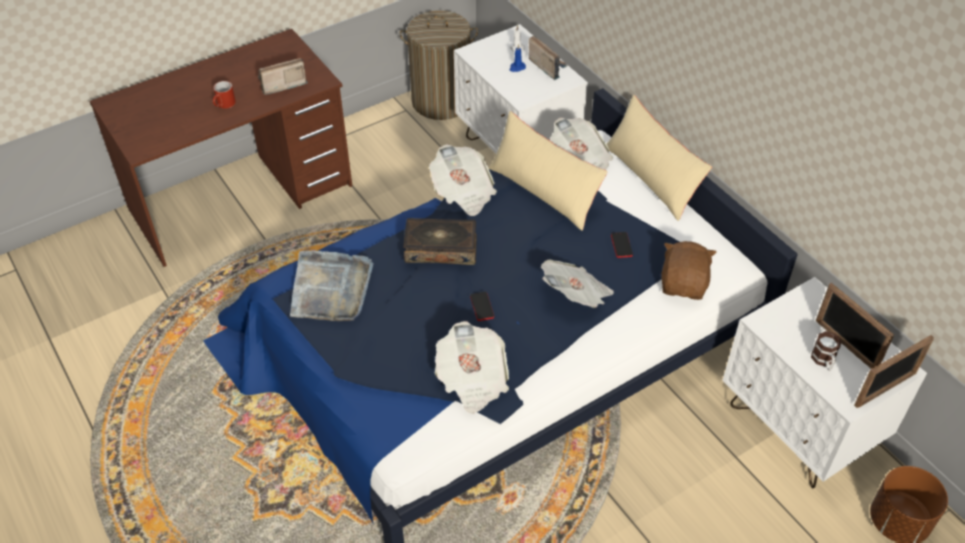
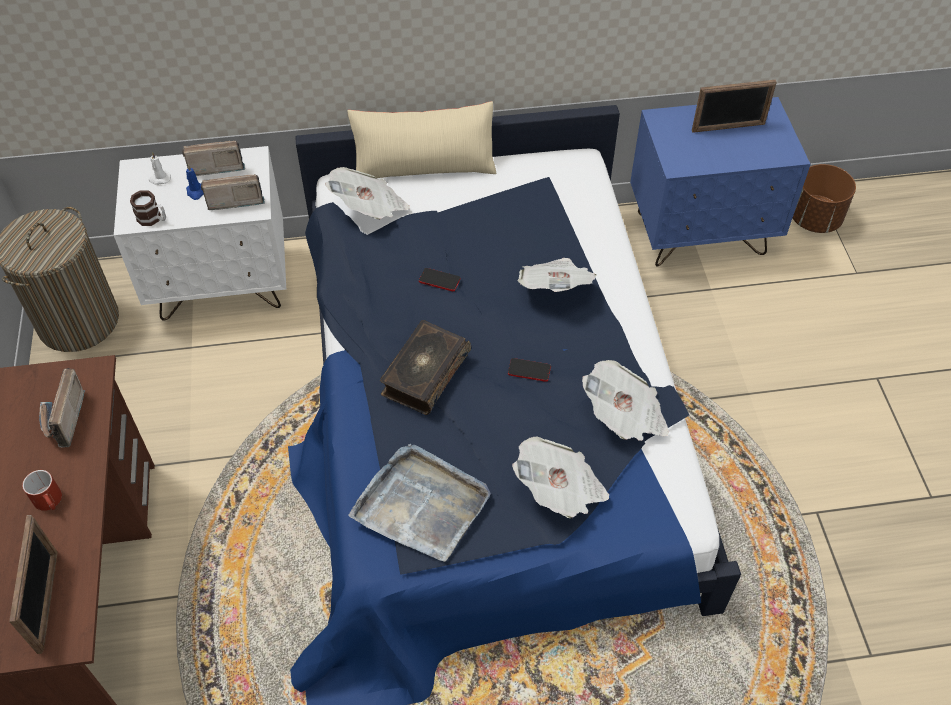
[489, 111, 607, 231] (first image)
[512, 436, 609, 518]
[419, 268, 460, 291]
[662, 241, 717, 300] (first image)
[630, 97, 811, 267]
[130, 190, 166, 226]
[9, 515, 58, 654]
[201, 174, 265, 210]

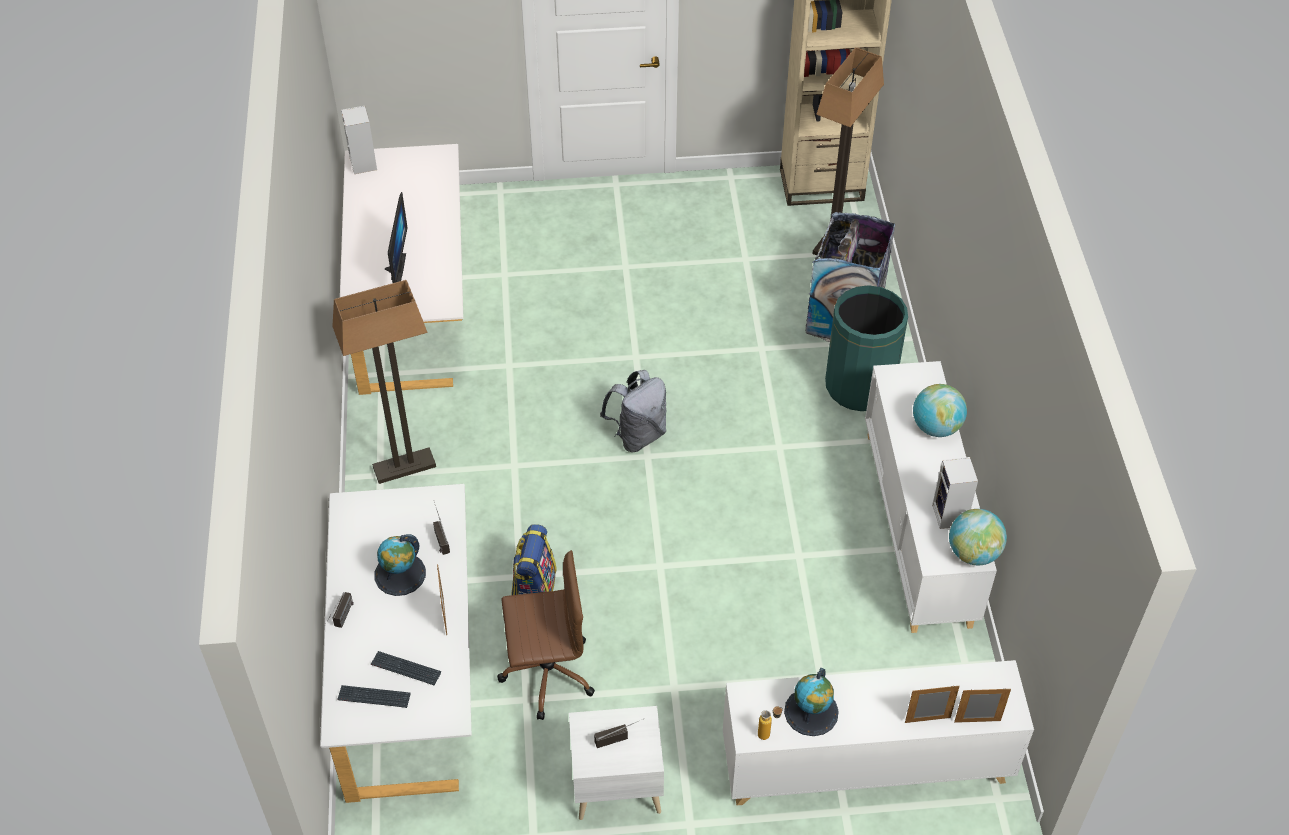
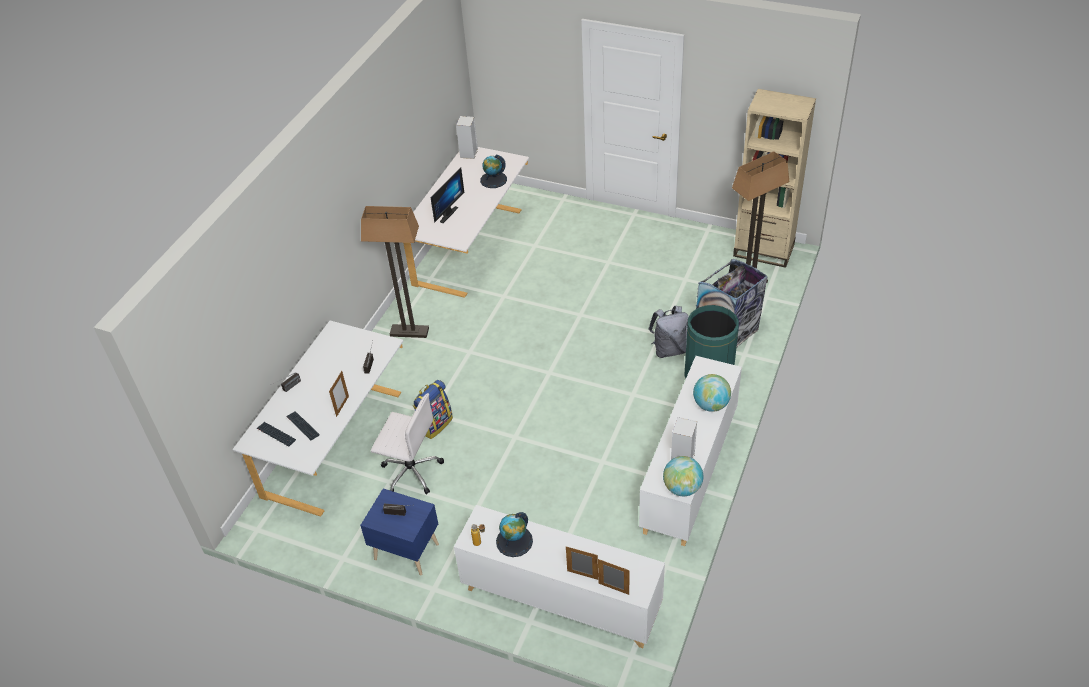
[648, 306, 689, 358]
[480, 154, 507, 188]
[371, 393, 444, 495]
[360, 489, 439, 576]

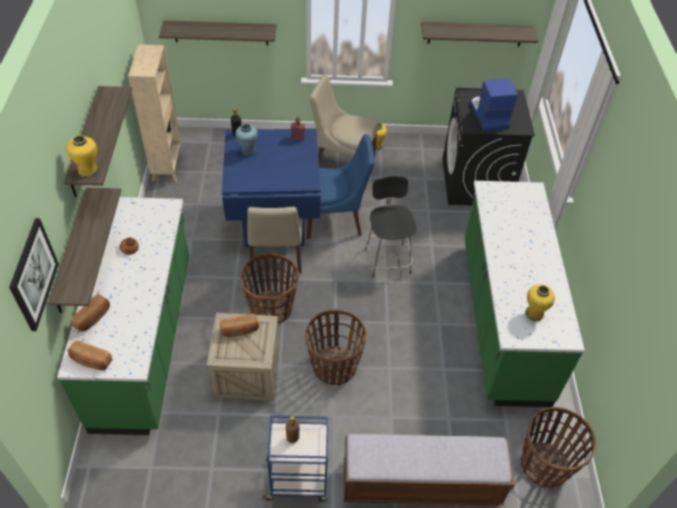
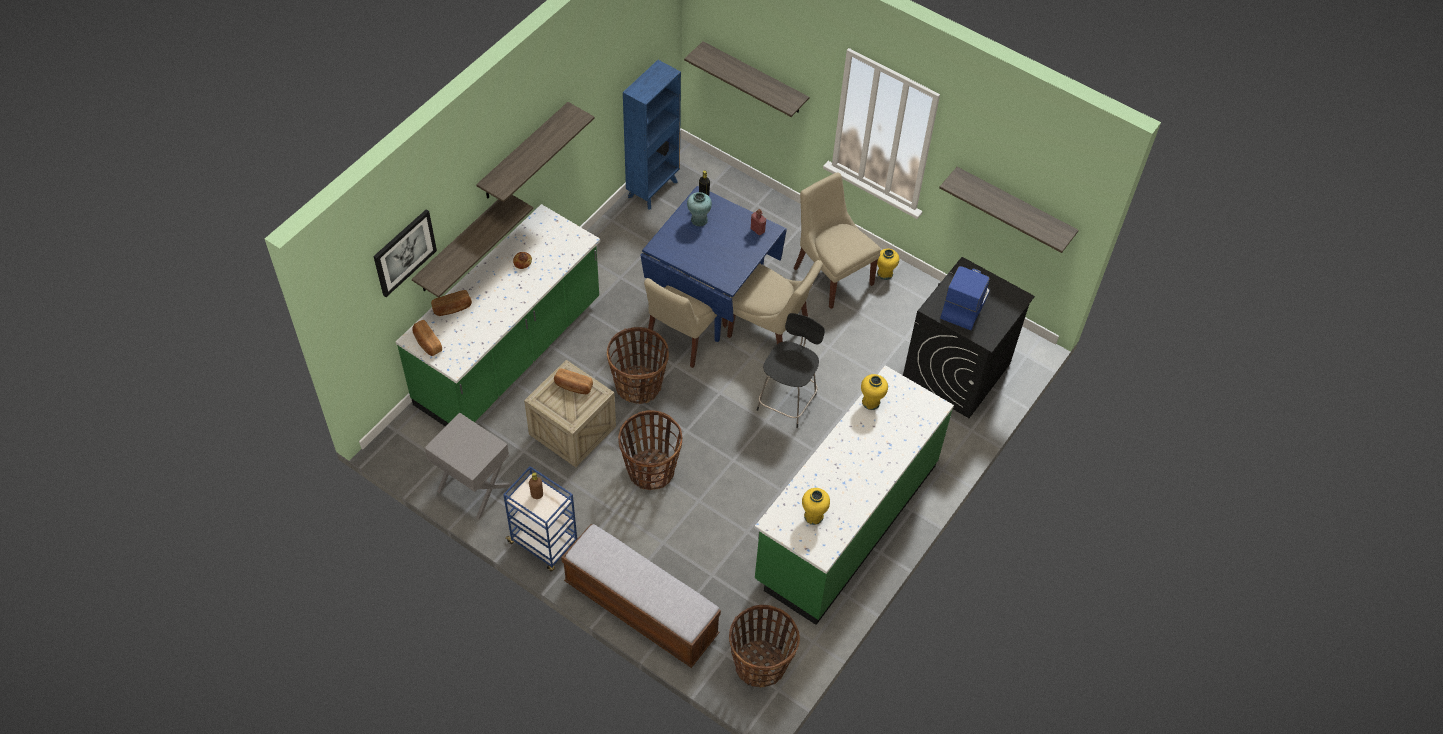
[623, 60, 681, 210]
[727, 260, 823, 344]
[861, 374, 888, 410]
[424, 413, 511, 519]

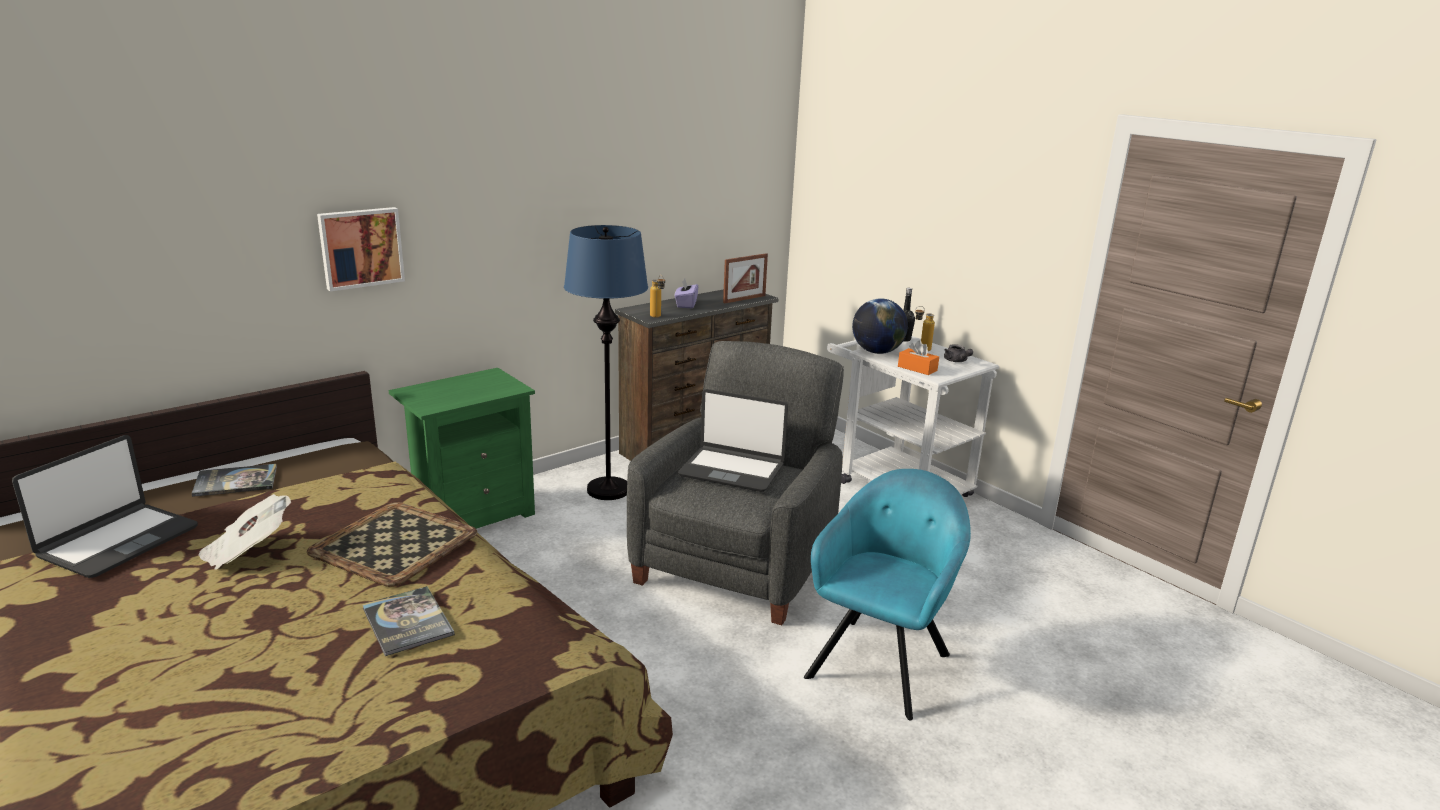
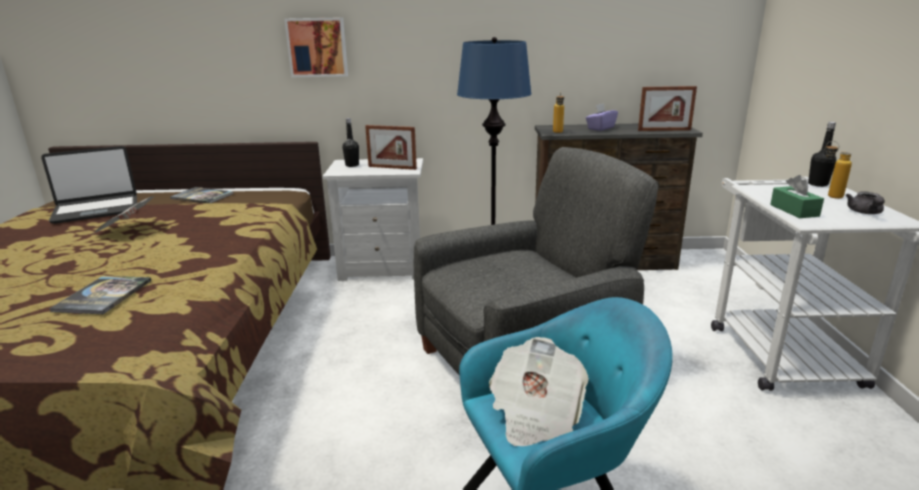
[852, 298, 908, 354] (first image)
[770, 175, 824, 218]
[322, 158, 423, 281]
[678, 389, 788, 492] (first image)
[307, 502, 477, 587] (first image)
[342, 118, 359, 167]
[365, 125, 417, 170]
[489, 337, 589, 446]

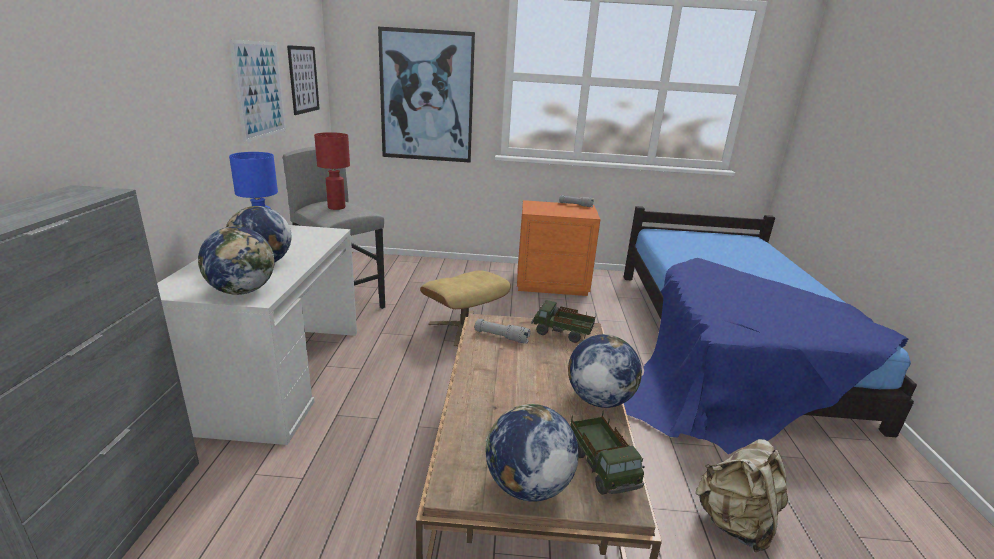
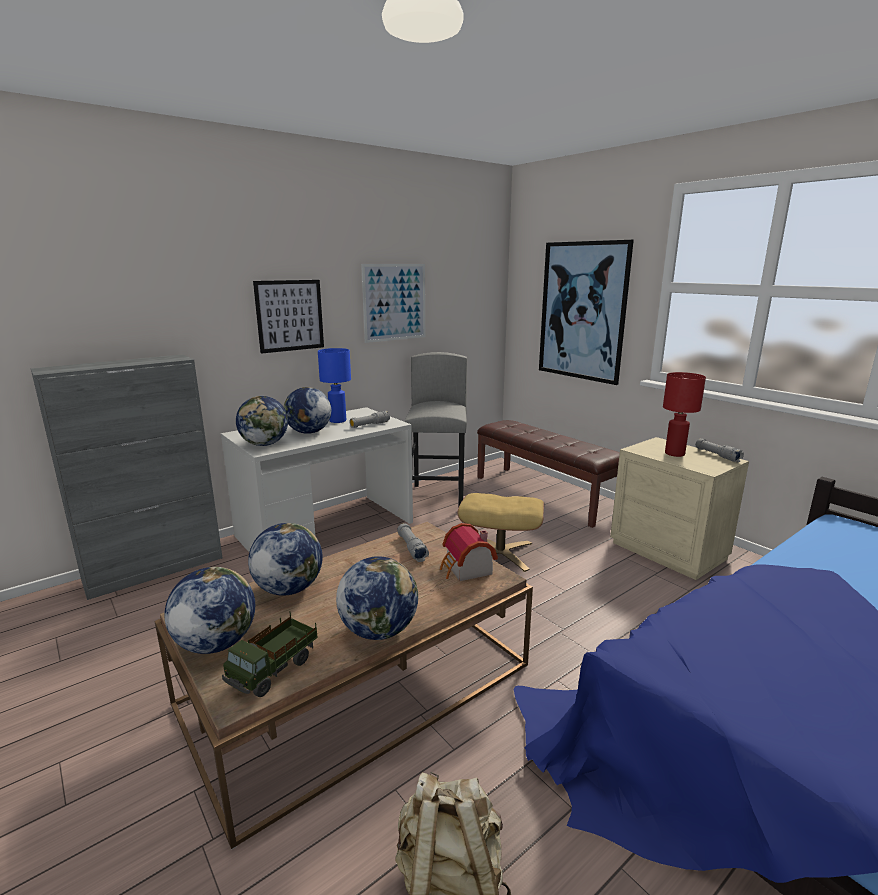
[253, 280, 324, 354]
[663, 372, 706, 457]
[610, 437, 749, 580]
[440, 523, 498, 581]
[350, 411, 390, 428]
[477, 420, 620, 528]
[248, 523, 323, 596]

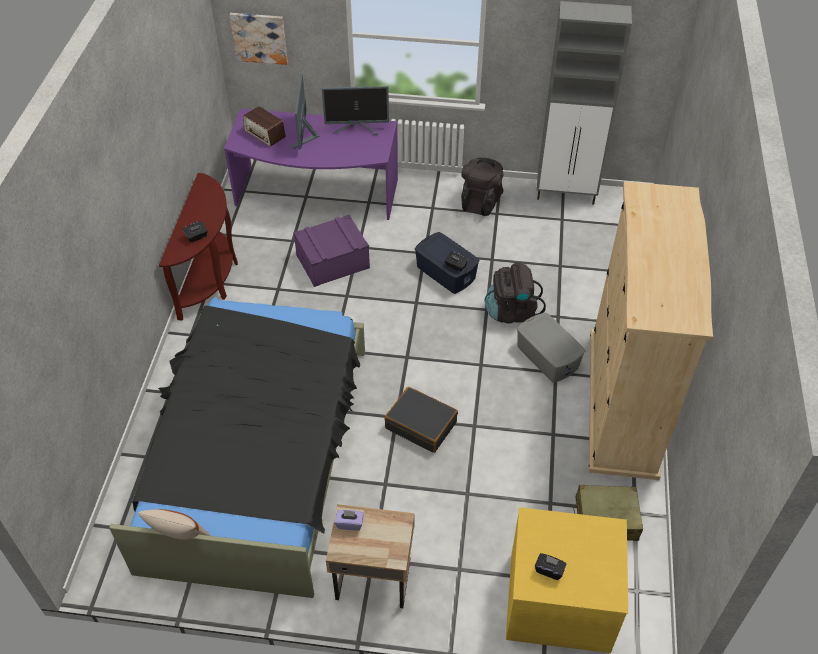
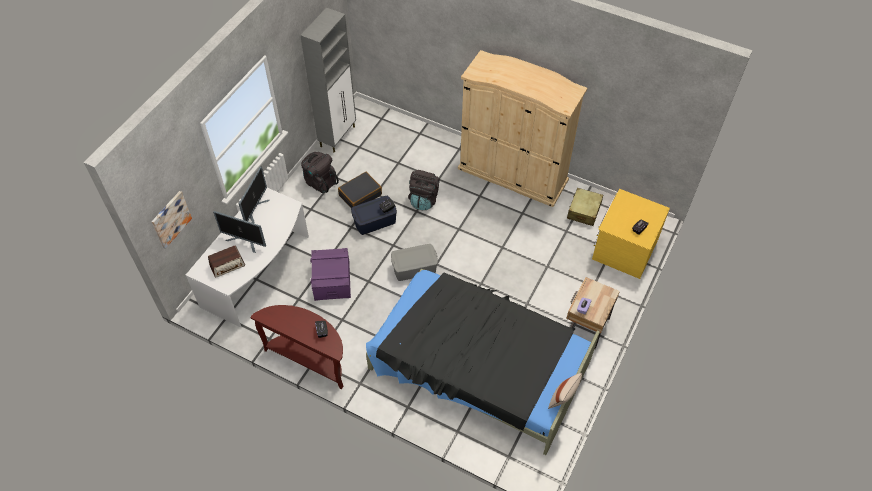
[186, 188, 309, 327]
[391, 244, 438, 281]
[338, 172, 382, 208]

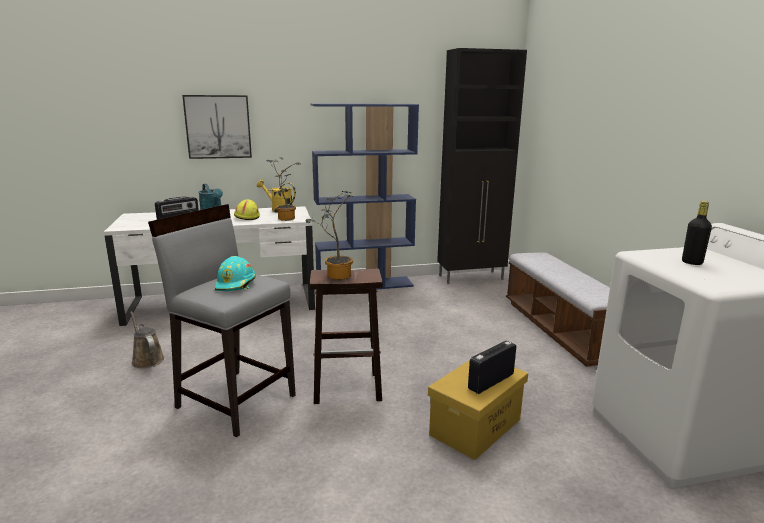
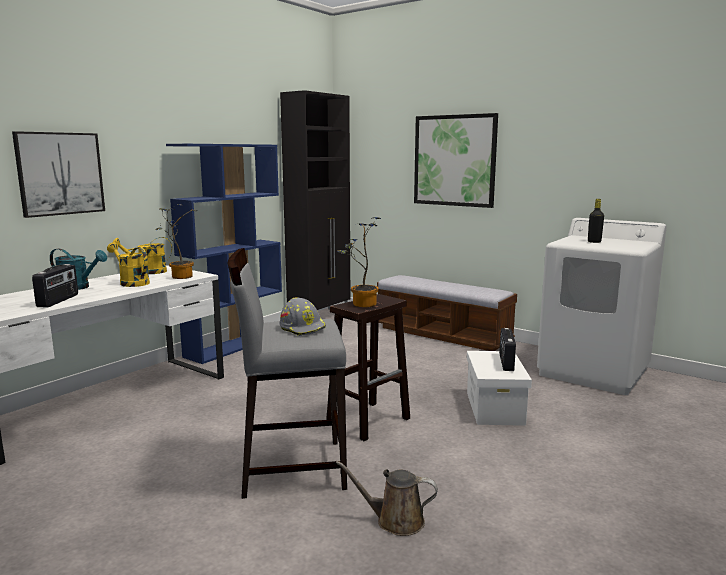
[107, 242, 150, 287]
[280, 298, 326, 336]
[336, 461, 438, 536]
[467, 351, 532, 426]
[414, 113, 498, 208]

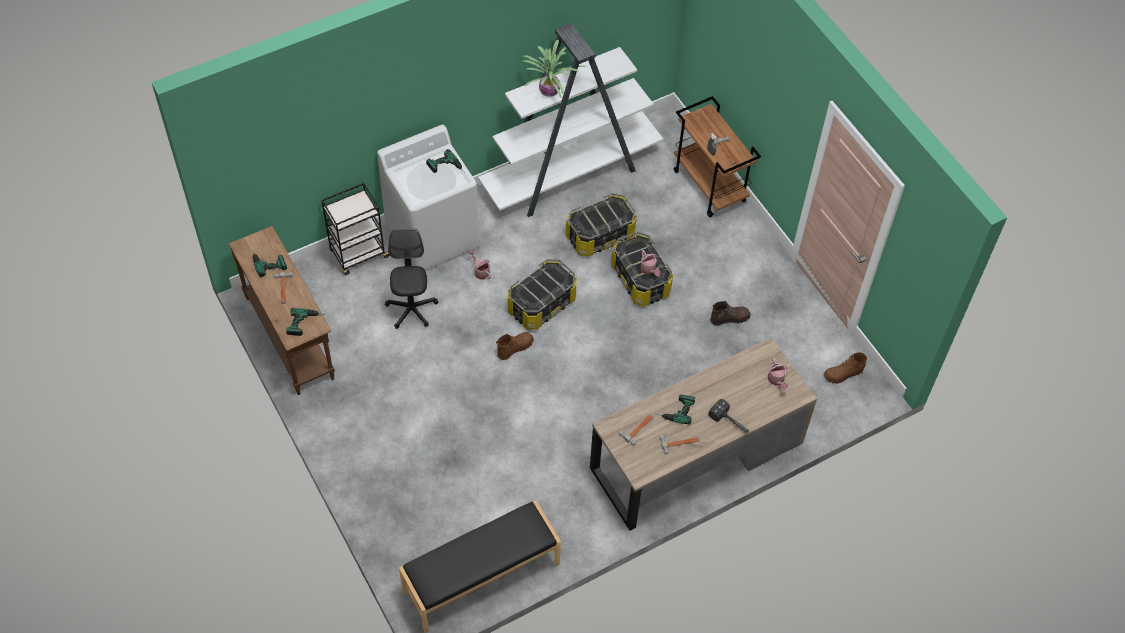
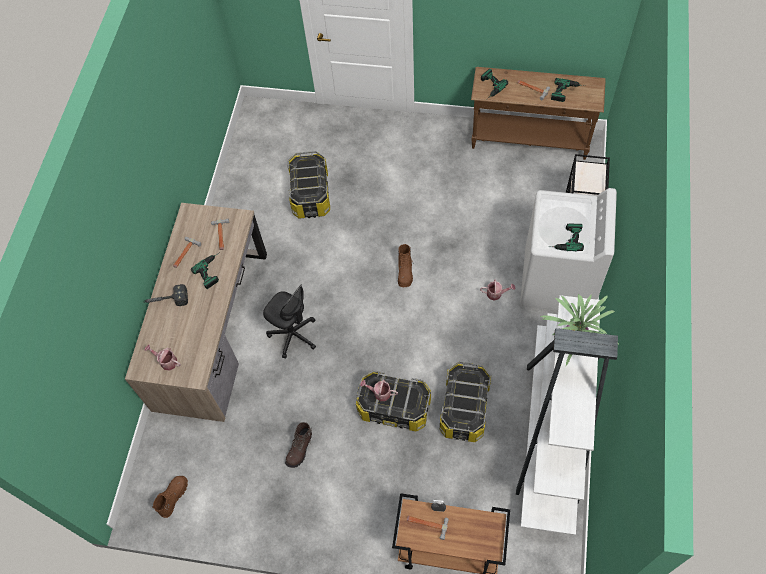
[263, 284, 316, 359]
[288, 151, 330, 219]
[399, 500, 561, 633] (first image)

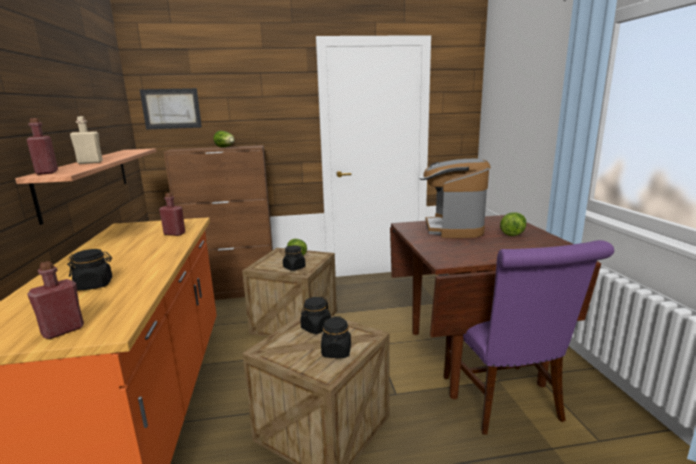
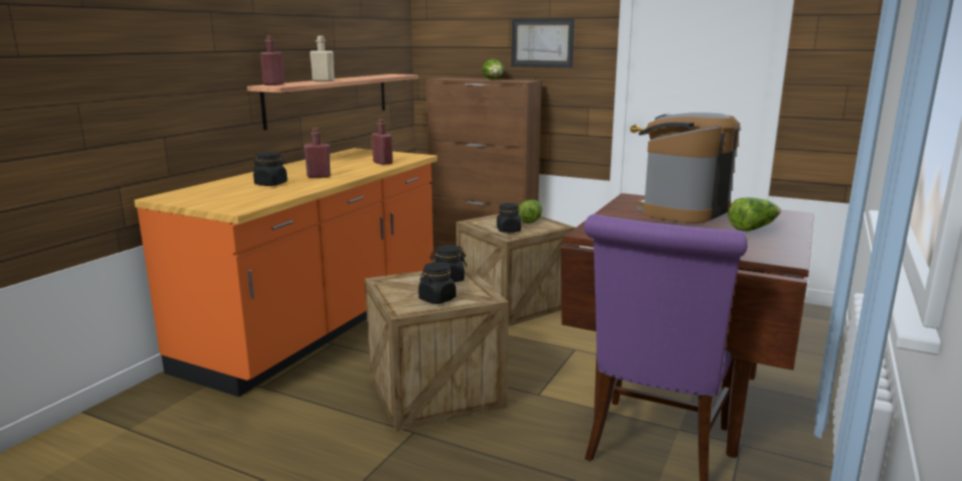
[511, 18, 575, 68]
[303, 128, 331, 178]

